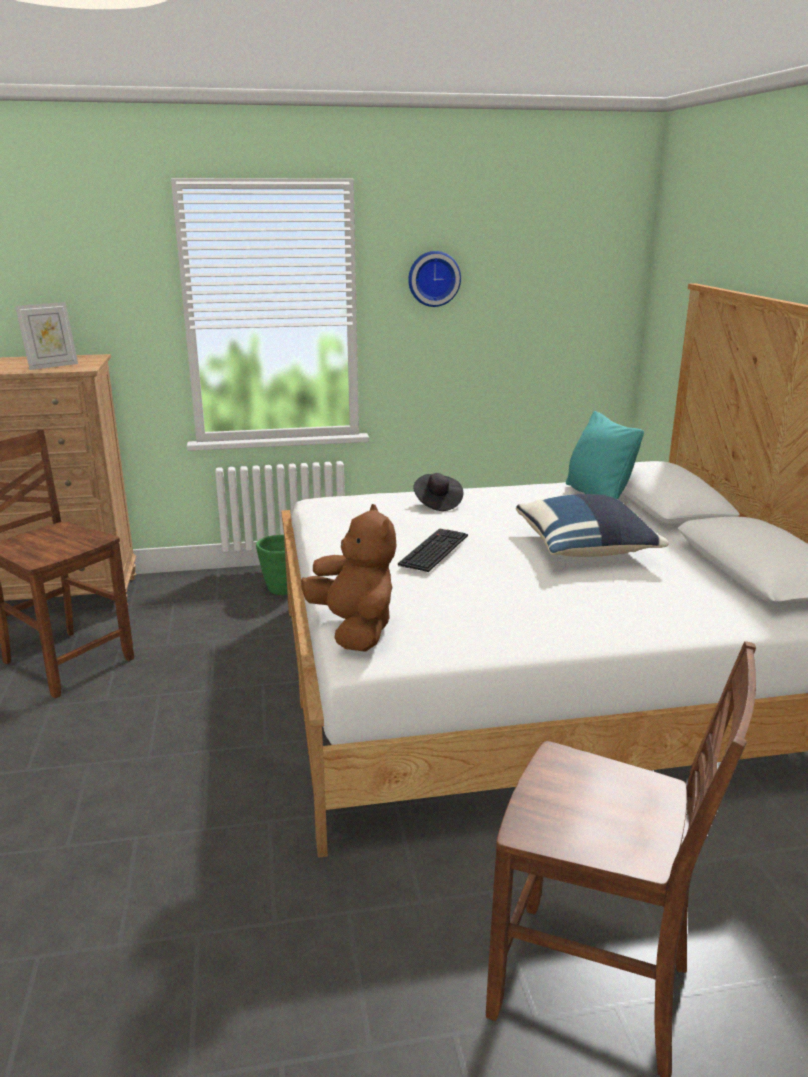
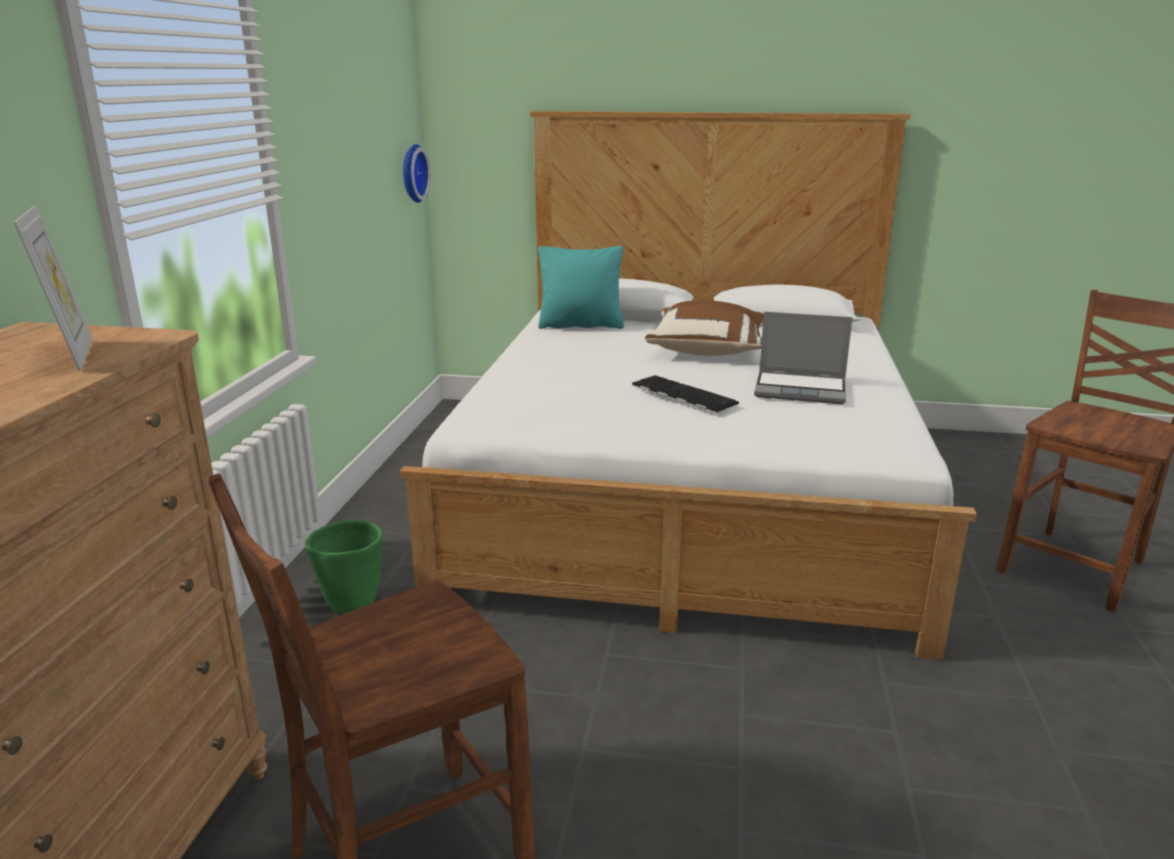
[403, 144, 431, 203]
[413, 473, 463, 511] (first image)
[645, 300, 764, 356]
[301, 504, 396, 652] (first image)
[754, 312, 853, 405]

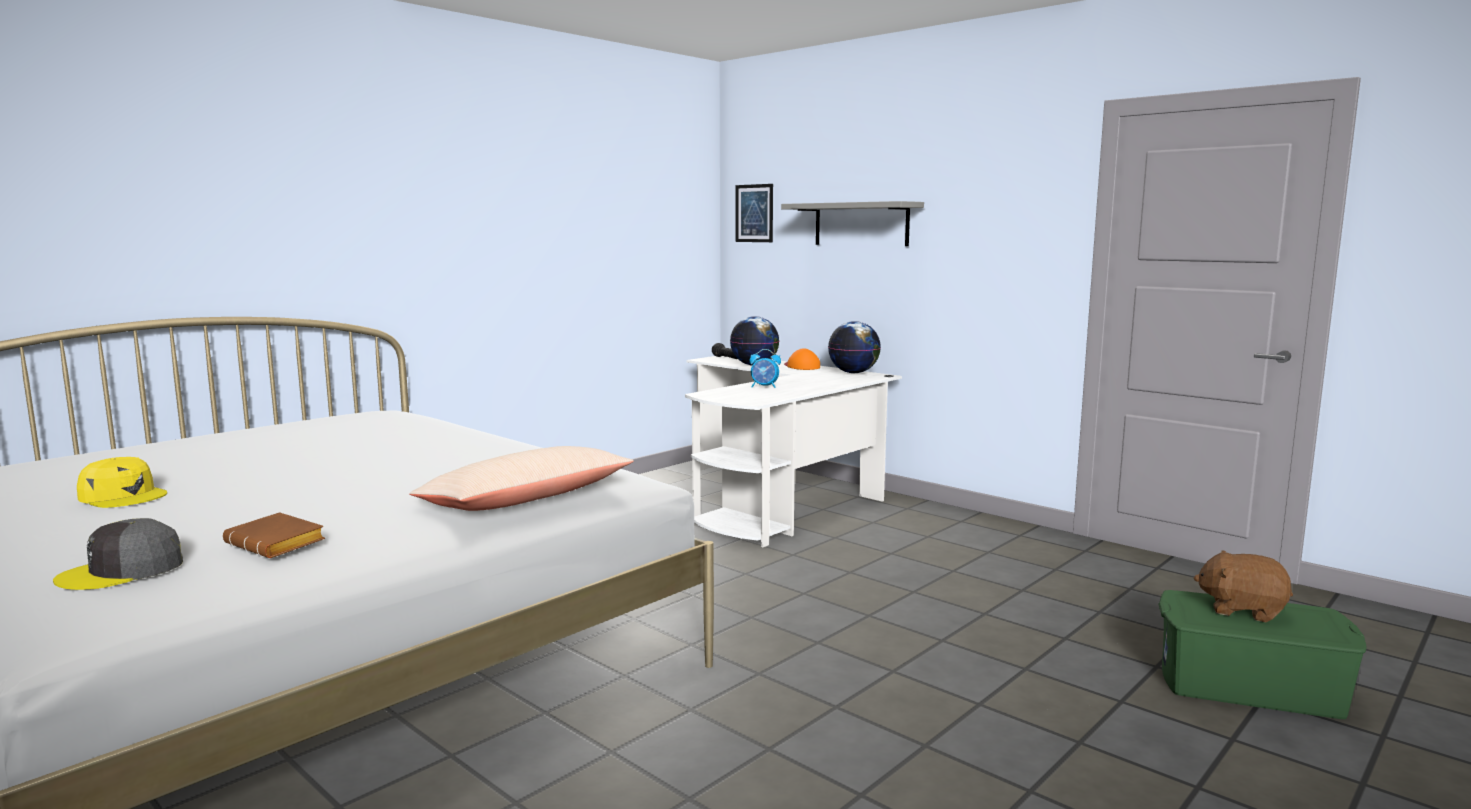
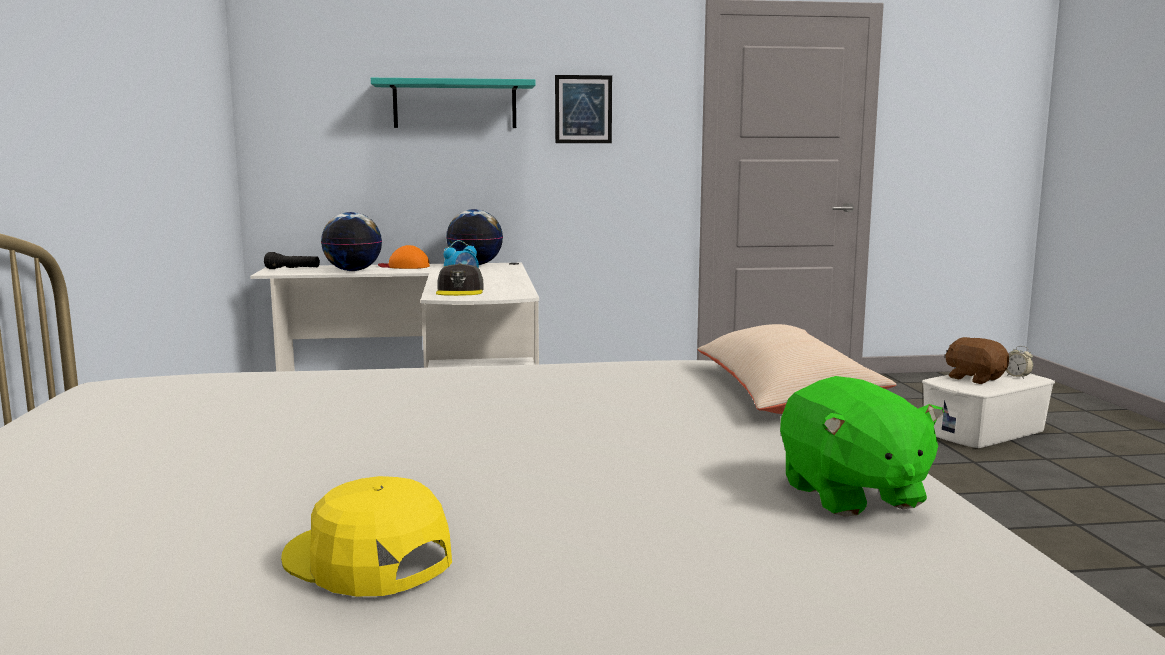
[555, 75, 612, 143]
[371, 78, 536, 128]
[281, 476, 452, 596]
[780, 376, 944, 517]
[436, 264, 484, 296]
[945, 337, 1009, 384]
[922, 371, 1055, 448]
[1006, 346, 1033, 379]

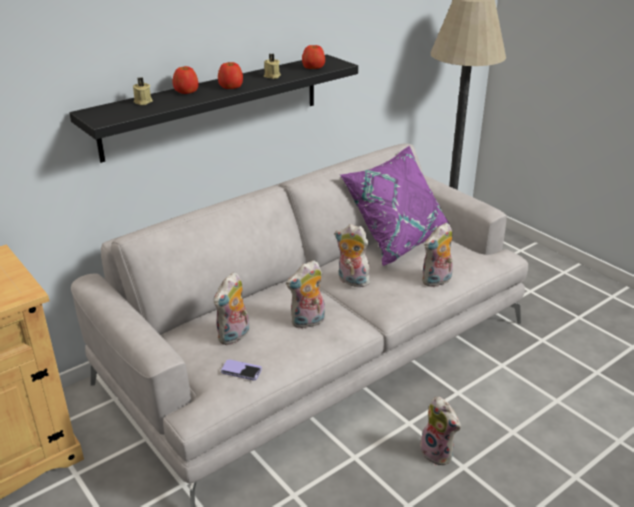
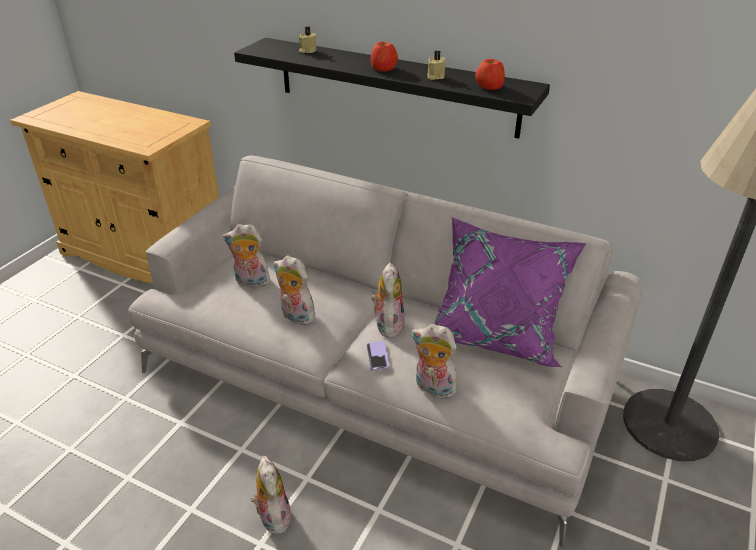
[172, 66, 198, 94] (first image)
[367, 341, 390, 371]
[251, 456, 292, 534]

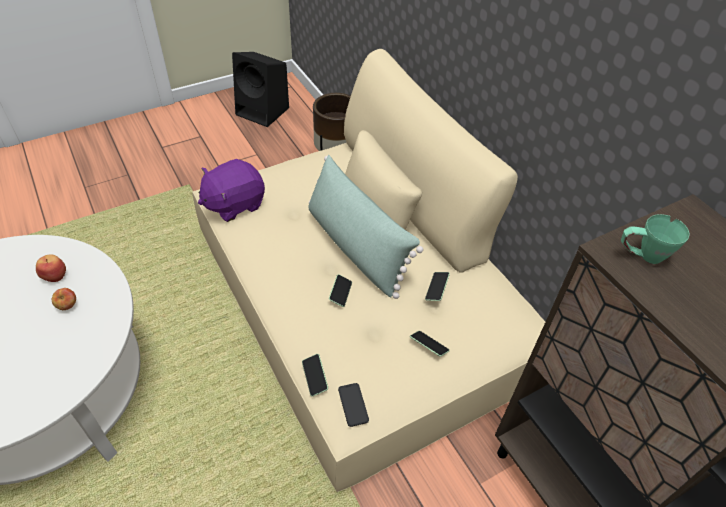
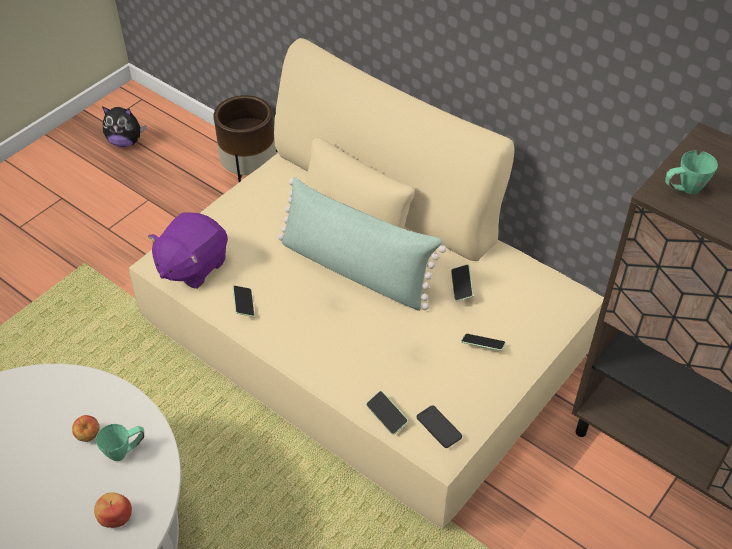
[102, 106, 146, 147]
[94, 492, 132, 528]
[233, 285, 254, 317]
[96, 424, 144, 461]

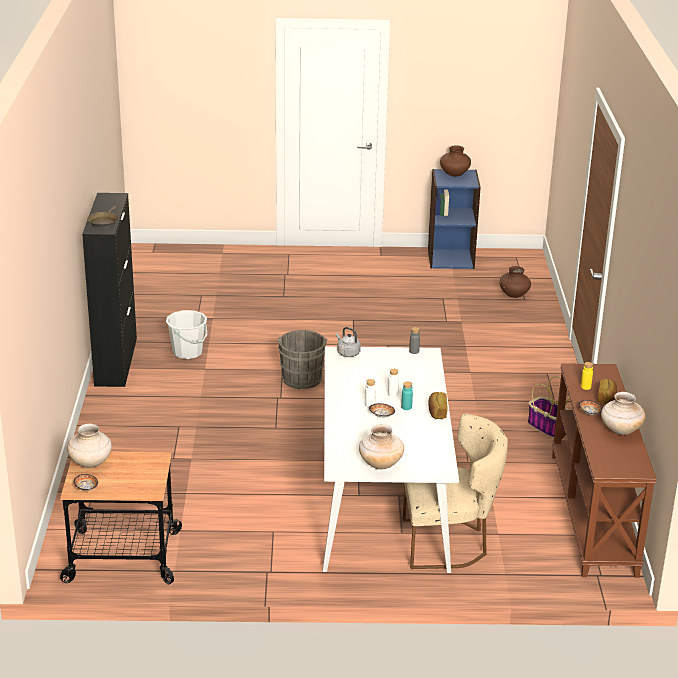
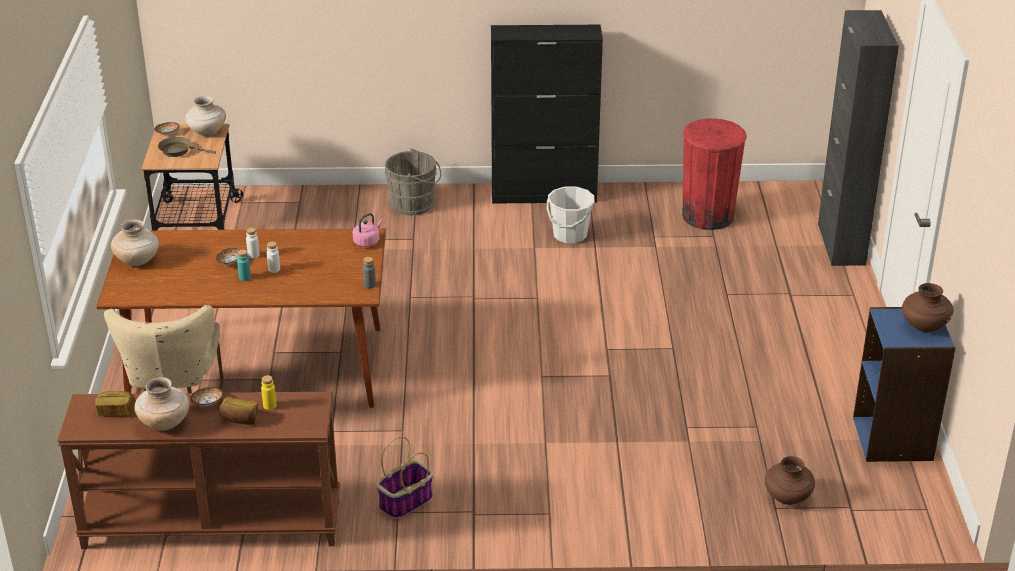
[158, 137, 216, 157]
[353, 213, 383, 247]
[384, 149, 441, 215]
[96, 228, 386, 408]
[95, 391, 135, 417]
[818, 10, 899, 266]
[682, 118, 747, 230]

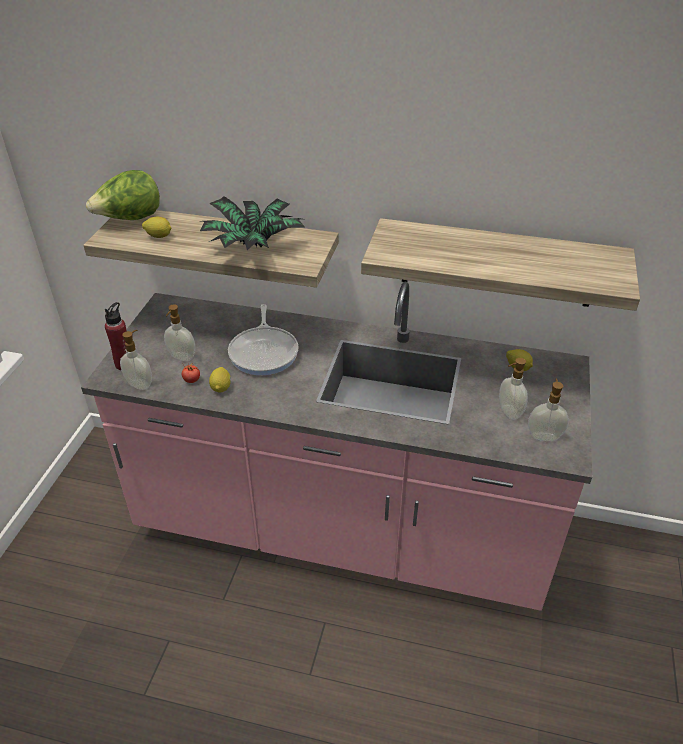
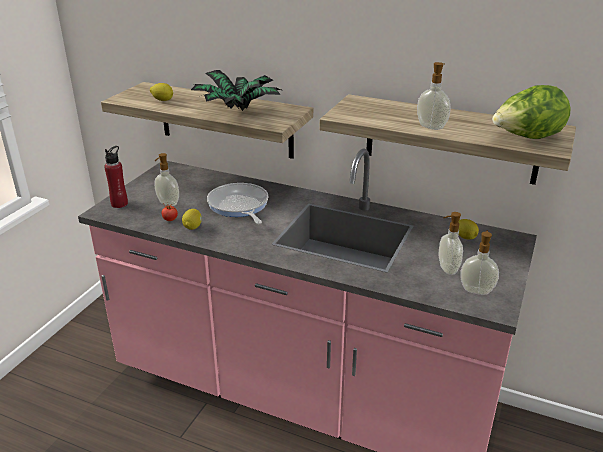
[492, 85, 571, 139]
[207, 183, 268, 224]
[417, 62, 450, 130]

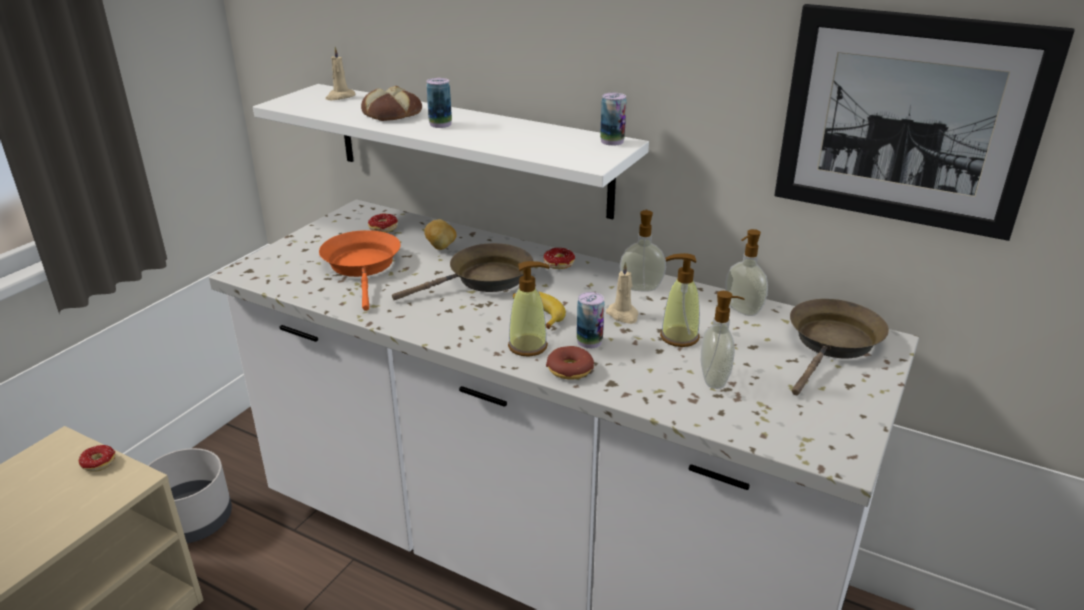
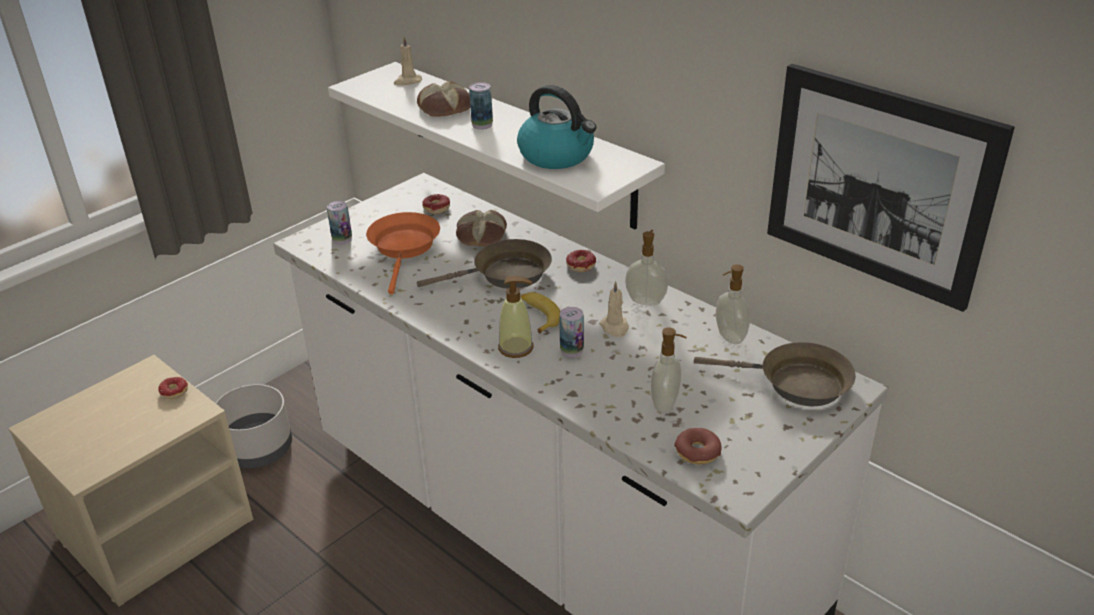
[327, 201, 352, 245]
[456, 210, 507, 246]
[660, 253, 700, 347] (first image)
[694, 342, 856, 406]
[674, 428, 722, 464]
[517, 85, 596, 169]

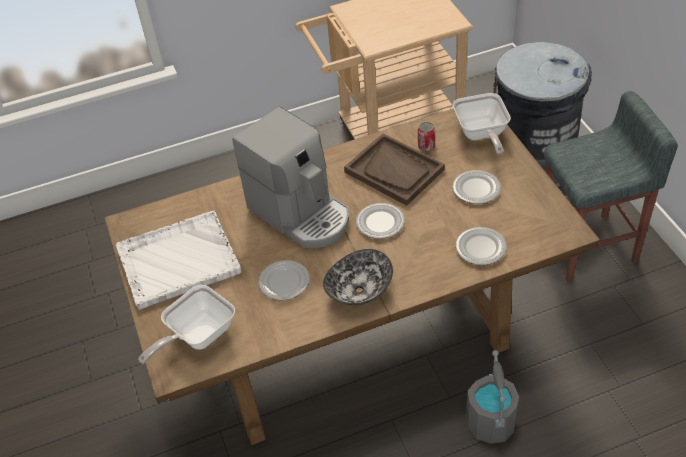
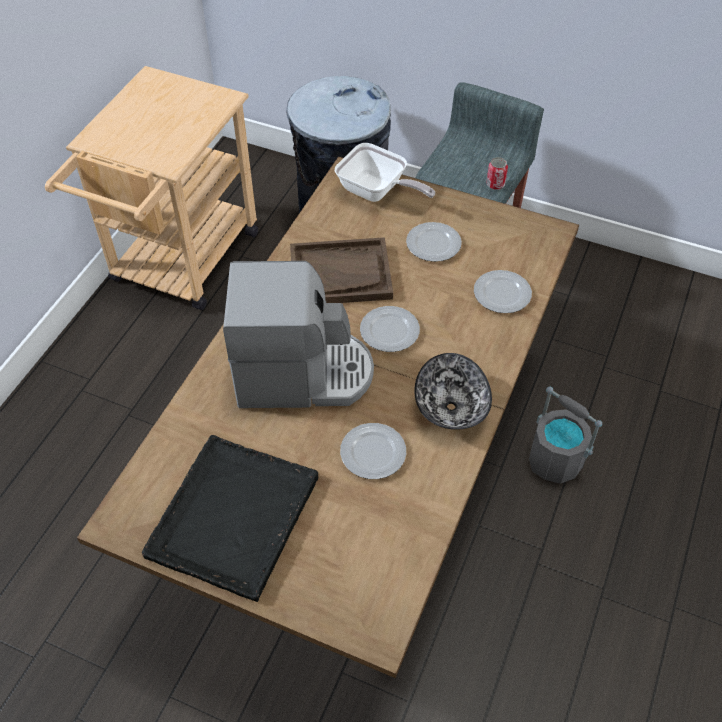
[486, 157, 508, 190]
[142, 435, 318, 602]
[138, 285, 235, 364] (first image)

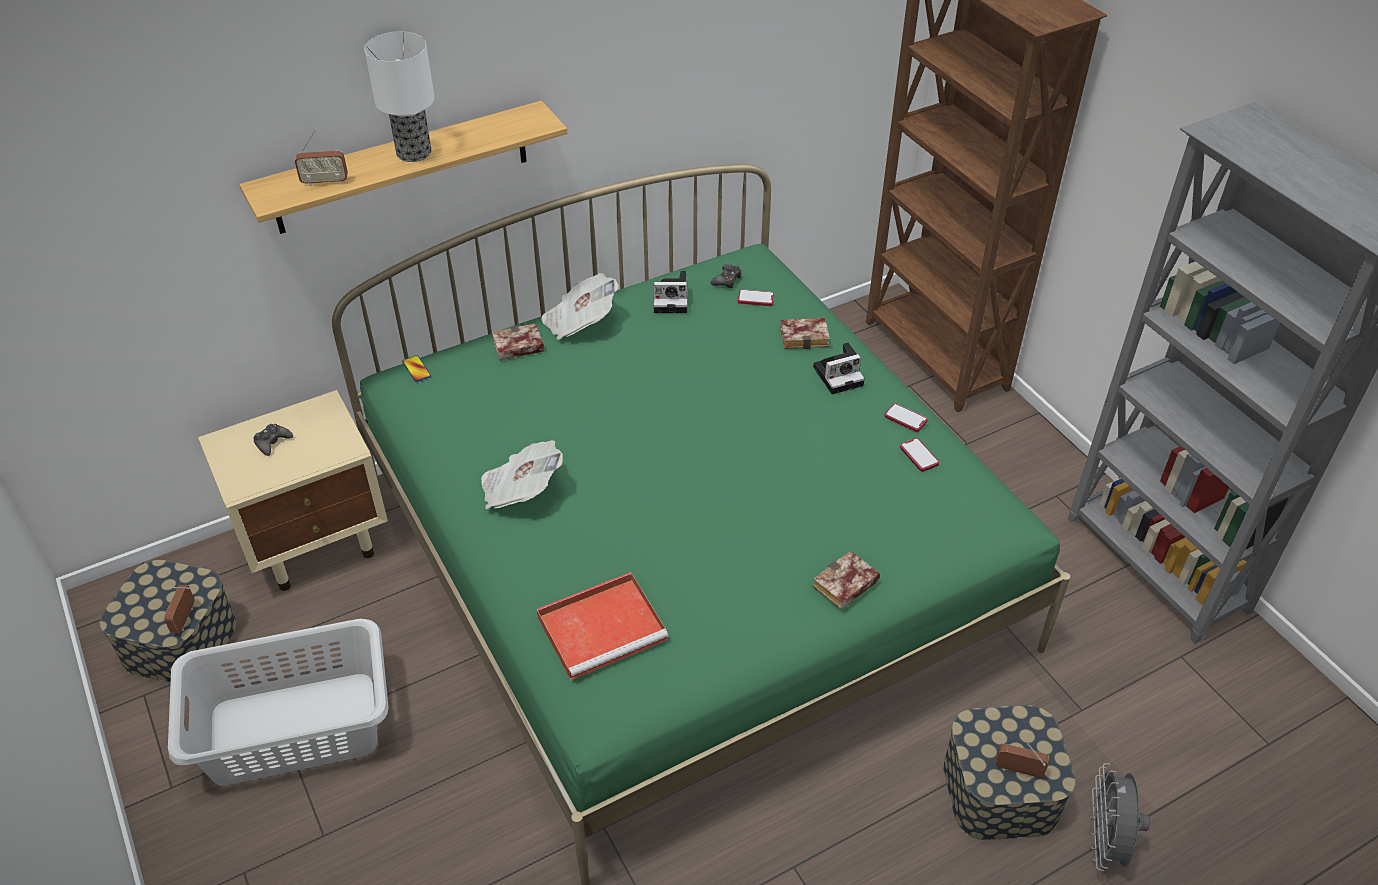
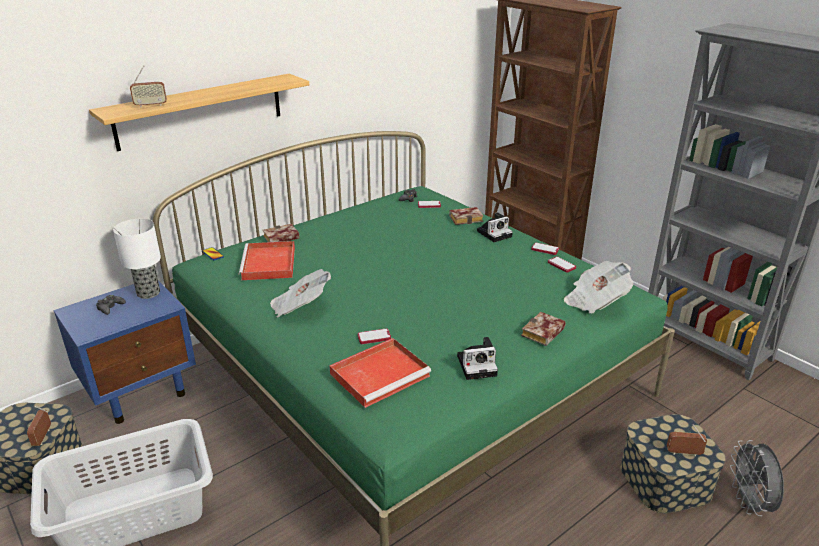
[113, 219, 161, 299]
[457, 337, 498, 380]
[564, 261, 633, 313]
[53, 280, 196, 424]
[239, 241, 295, 280]
[358, 329, 391, 344]

